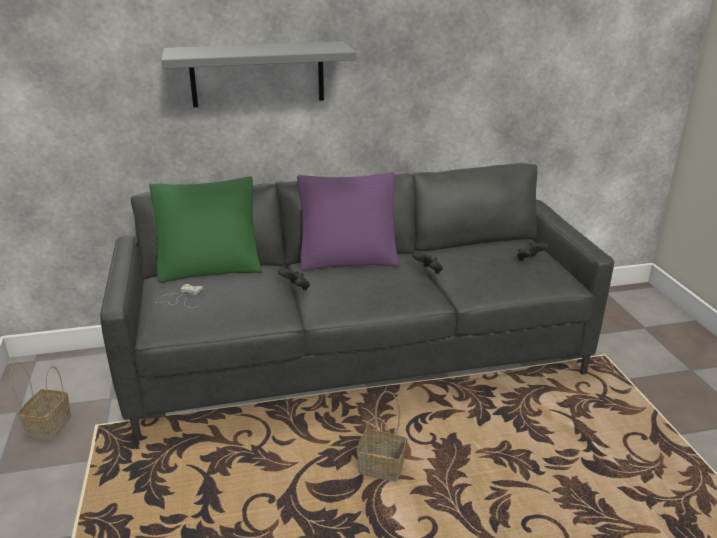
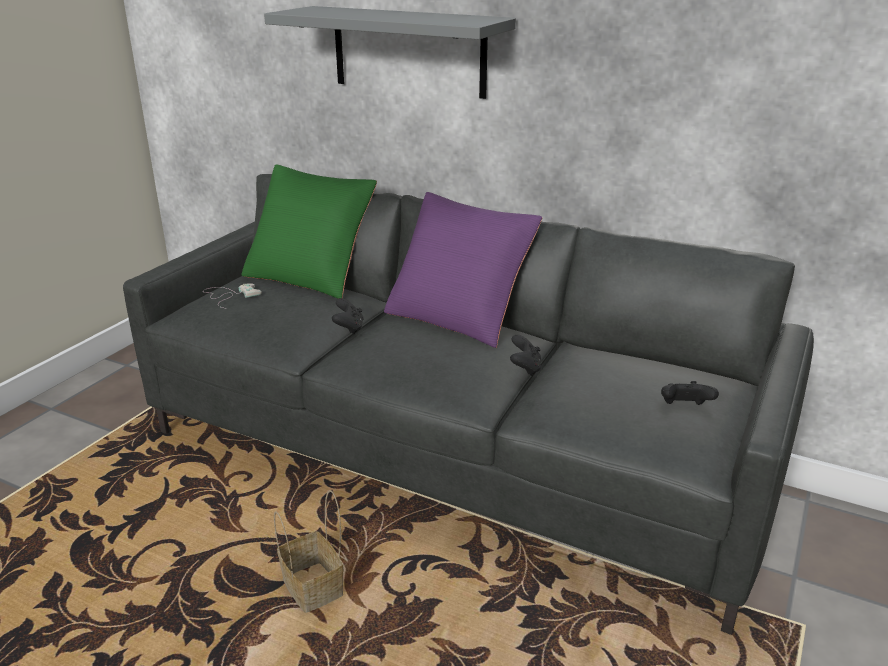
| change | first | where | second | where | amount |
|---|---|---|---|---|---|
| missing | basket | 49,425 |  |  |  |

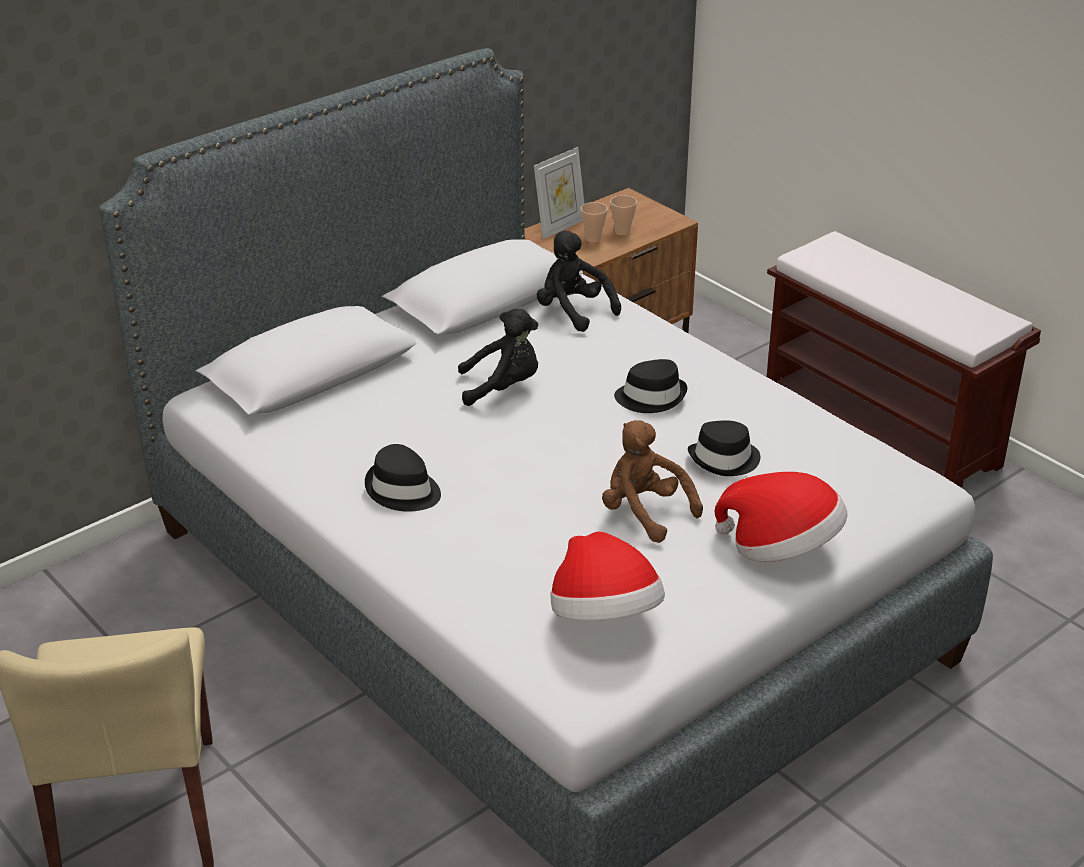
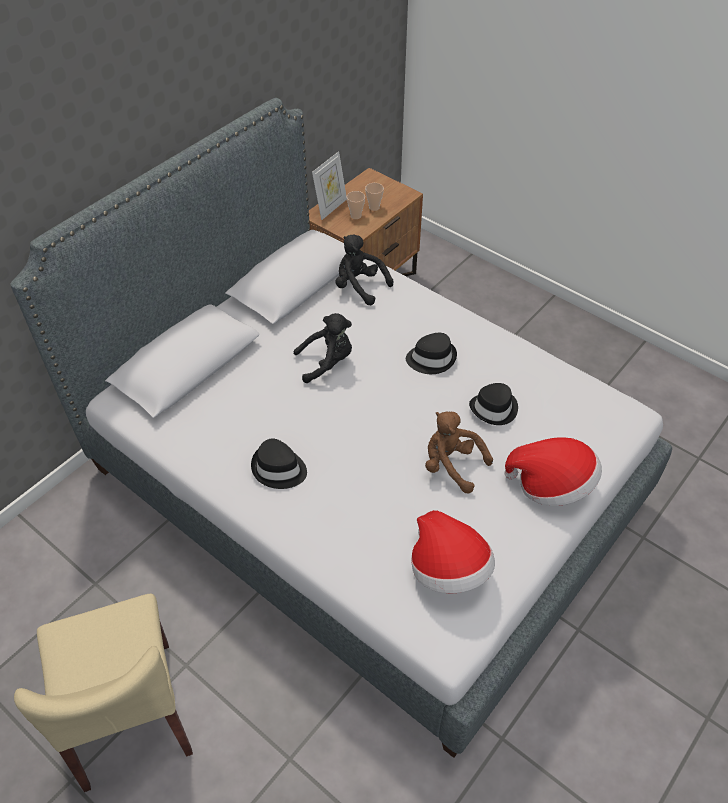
| change | first | where | second | where | amount |
|---|---|---|---|---|---|
| missing | brown_bench | 882,431 |  |  |  |

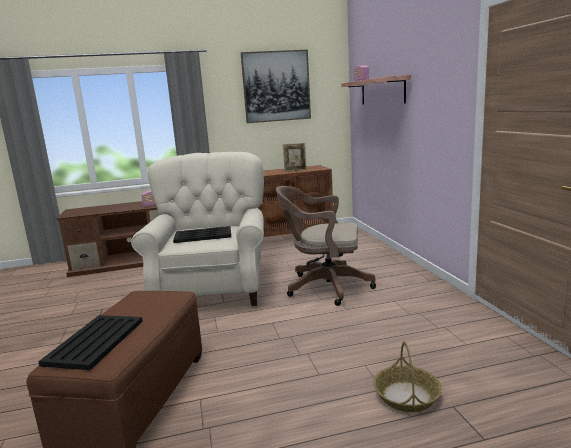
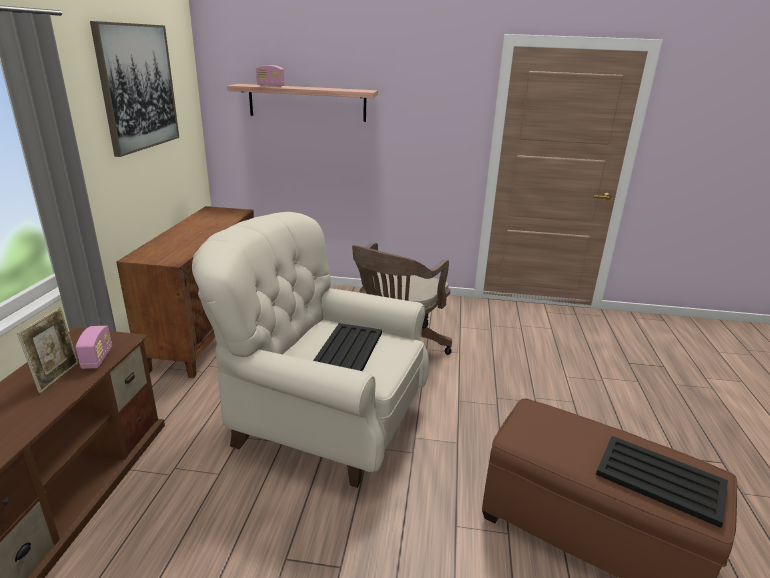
| change | first | where | second | where | amount |
|---|---|---|---|---|---|
| relocated | picture_frame | 295,170 |  | 57,376 |  |
| missing | basket | 407,396 |  |  |  |

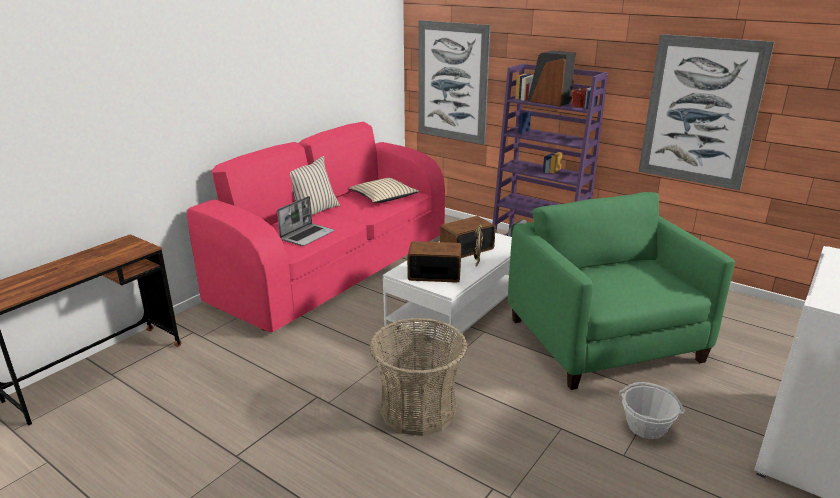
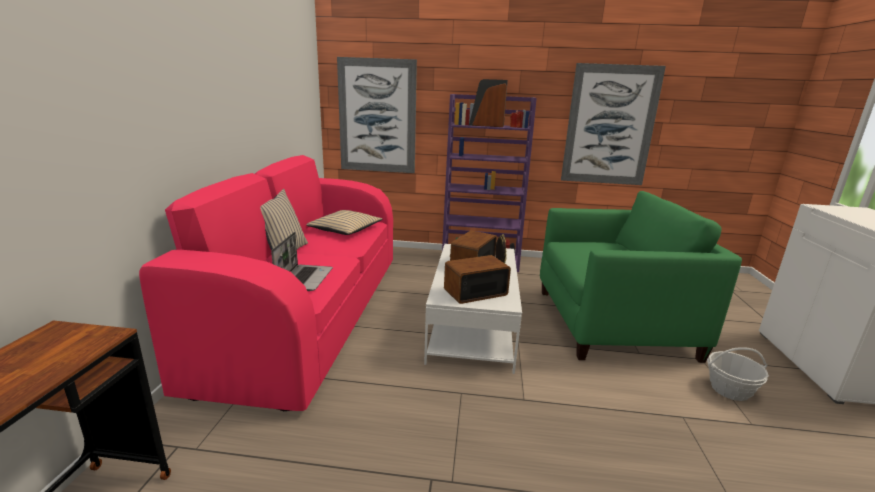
| change | first | where | second | where | amount |
|---|---|---|---|---|---|
| spun | green_armchair | 604,340 |  | 611,323 | 135 degrees clockwise |
| missing | basket | 418,409 |  |  |  |

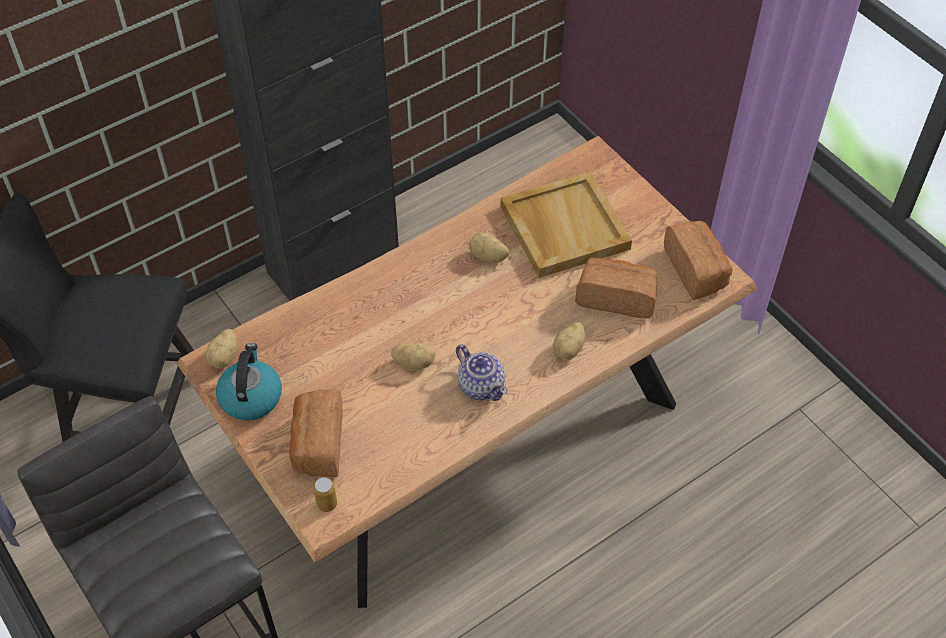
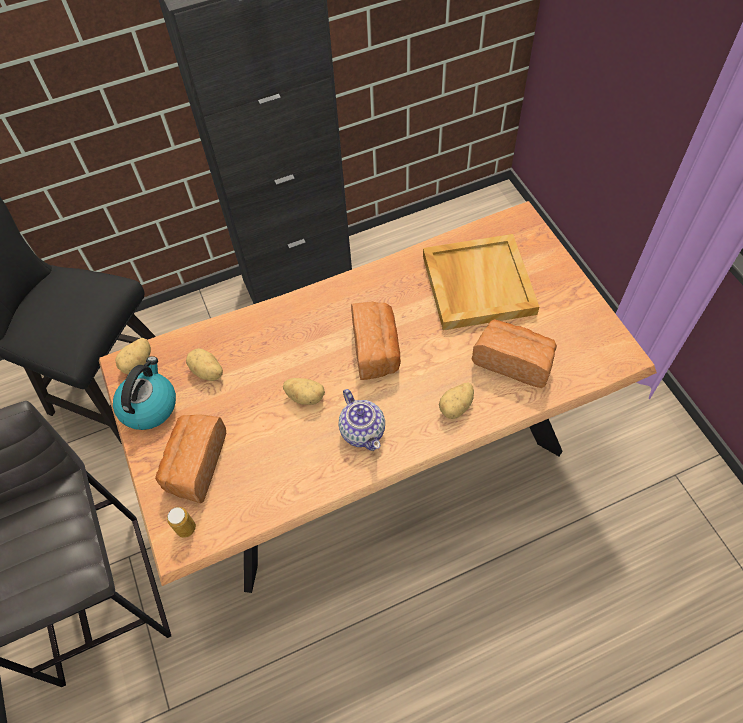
| change | first | where | second | where | amount |
|---|---|---|---|---|---|
| relocated | potato | 488,257 |  | 207,372 |  |
| relocated | bread | 696,270 |  | 376,349 |  |

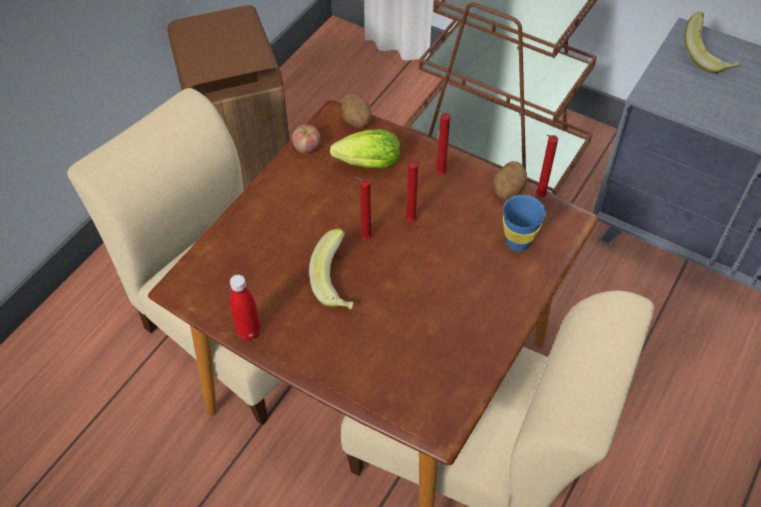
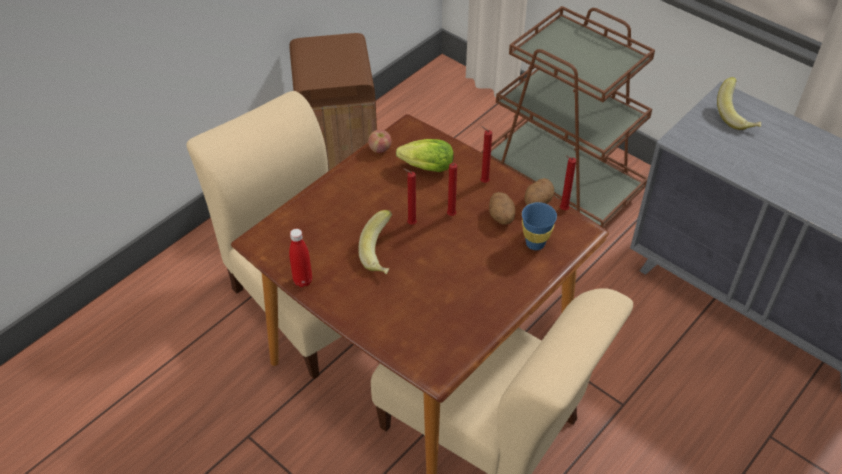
| change | first | where | second | where | amount |
|---|---|---|---|---|---|
| relocated | potato | 357,121 |  | 501,217 |  |

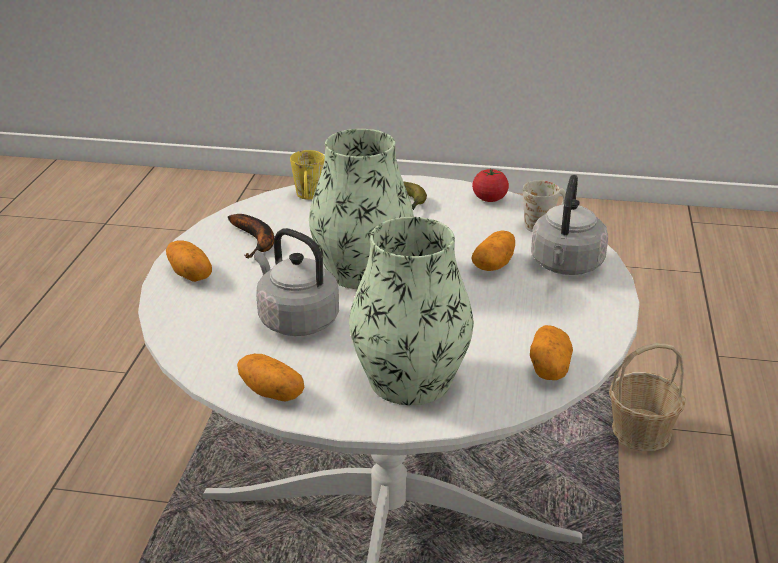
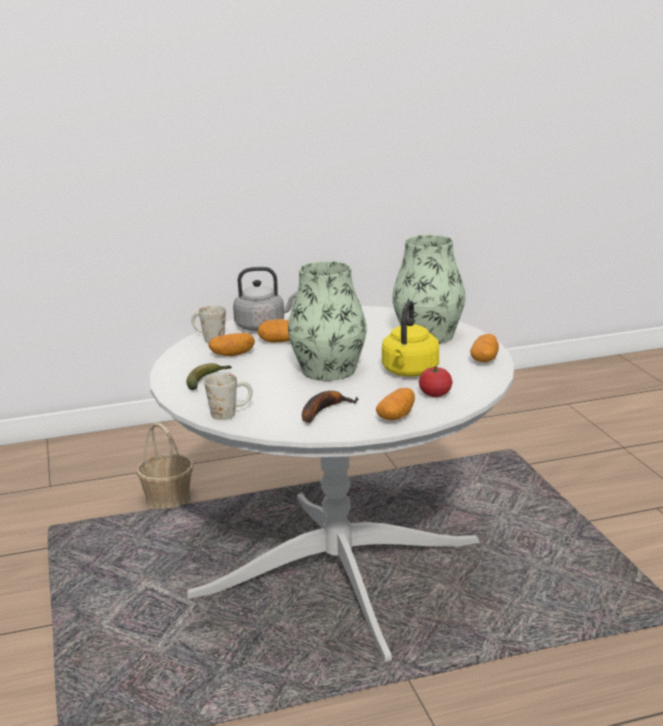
| change | first | where | second | where | amount |
|---|---|---|---|---|---|
| colour | yellow_mug | 308,198 | white_mug | 230,413 |  |
| relocated | potato | 549,368 |  | 232,354 |  |
| colour | grey_kettle | 295,319 | yellow_kettle | 409,372 |  |
| relocated | tomato | 489,199 |  | 435,394 |  |

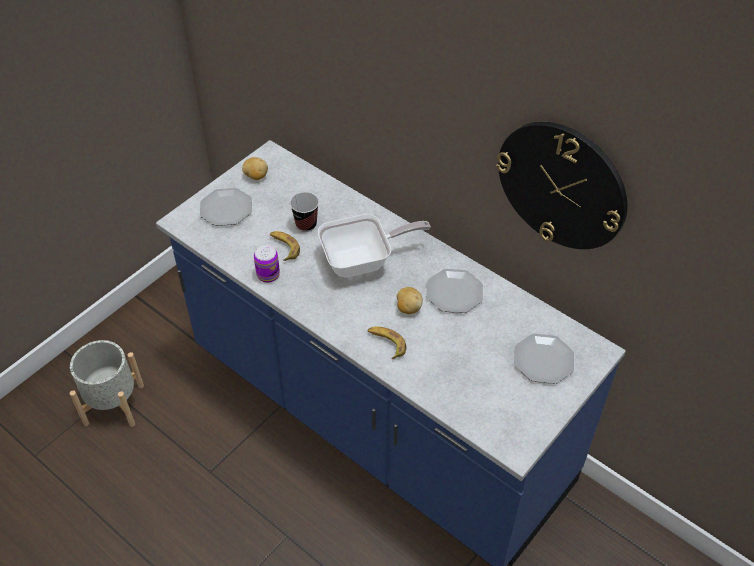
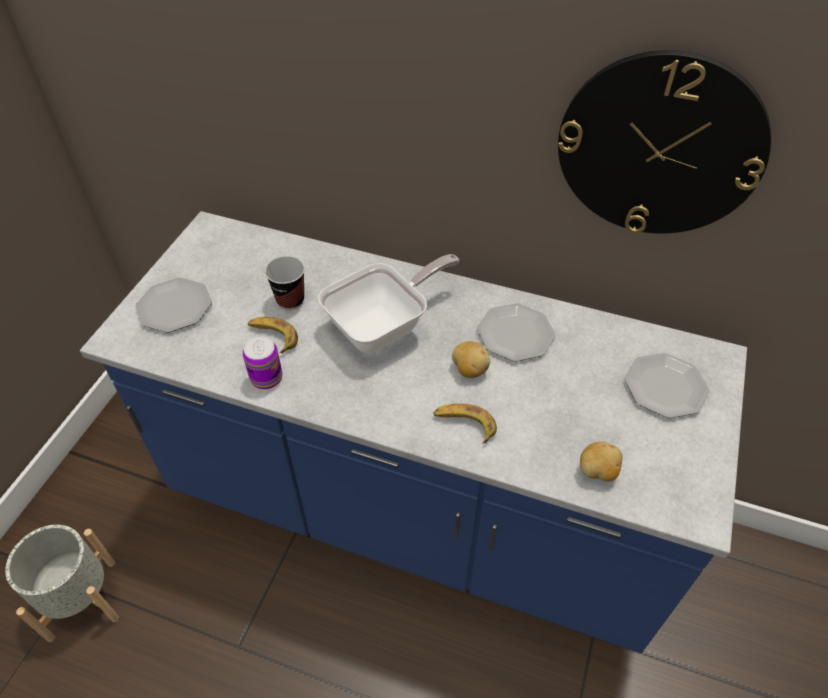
| change | first | where | second | where | amount |
|---|---|---|---|---|---|
| relocated | potato | 256,176 |  | 597,471 |  |

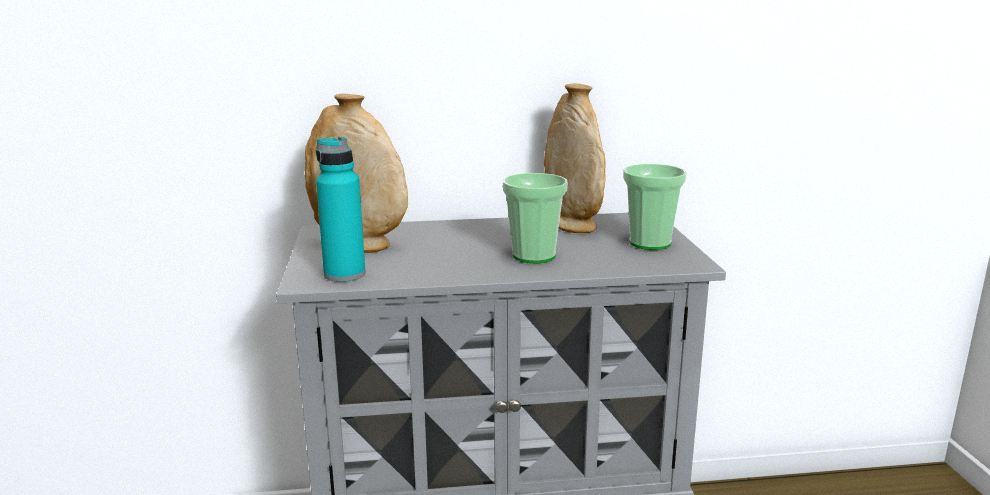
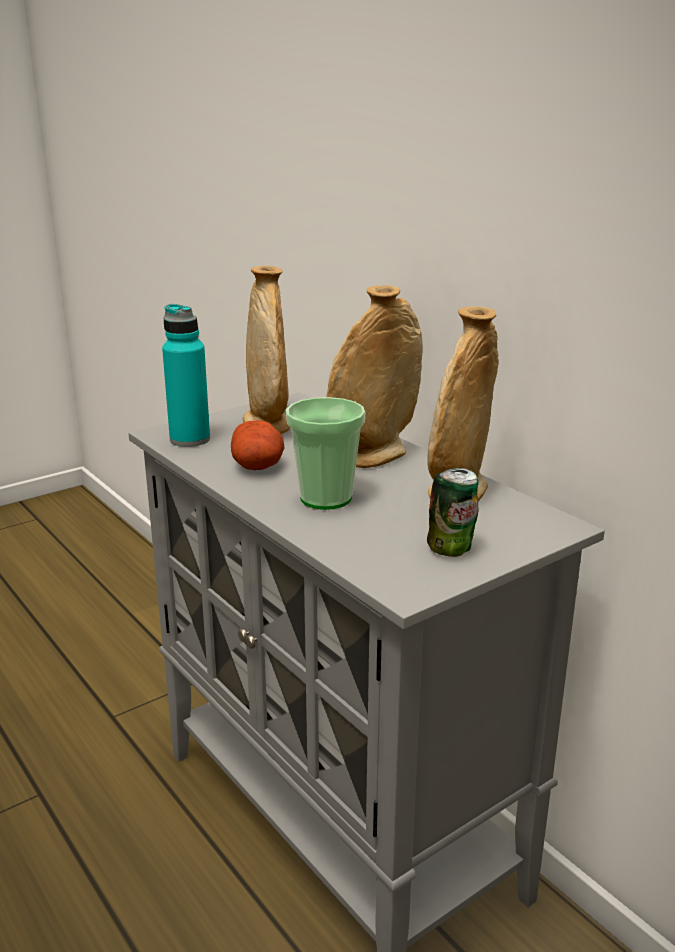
| change | first | where | second | where | amount |
|---|---|---|---|---|---|
| appeared |  |  | potato | 258,466 |  |
| appeared |  |  | beige_vase | 373,456 |  |
| exchanged | cup | 650,243 | can | 452,549 |  |

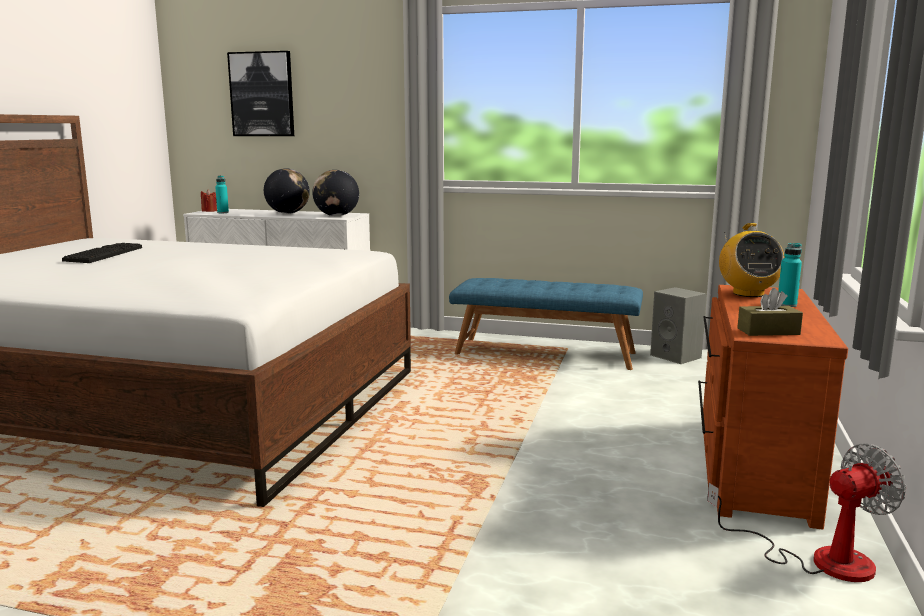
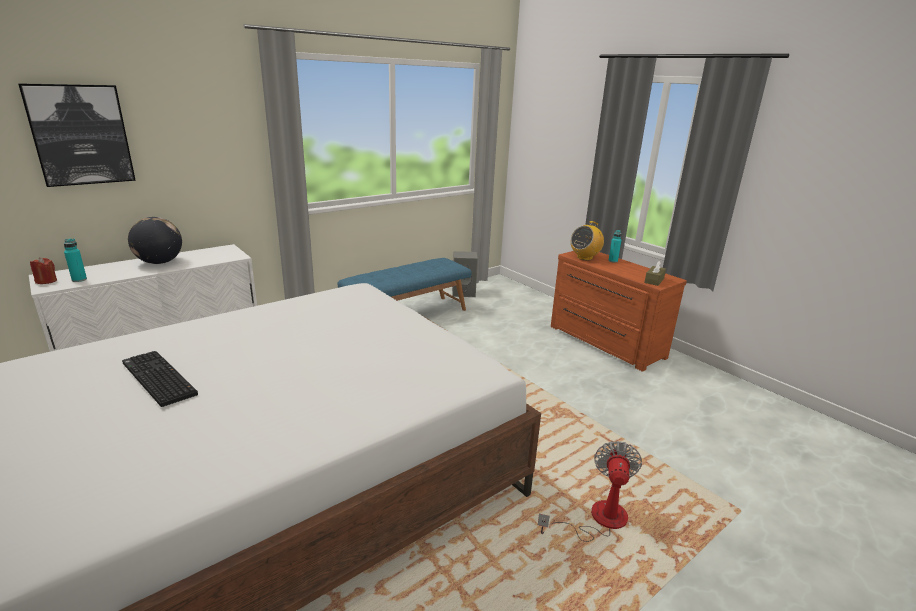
| change | first | where | second | where | amount |
|---|---|---|---|---|---|
| relocated | fan | 819,559 |  | 597,520 |  |
| spun | radio | 748,293 |  | 584,257 | 105 degrees clockwise |
| missing | globe | 336,216 |  |  |  |

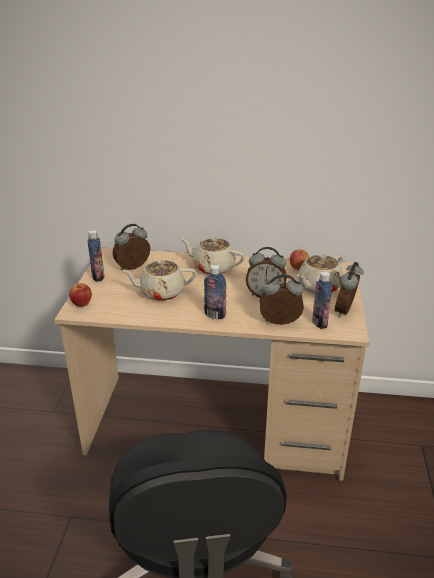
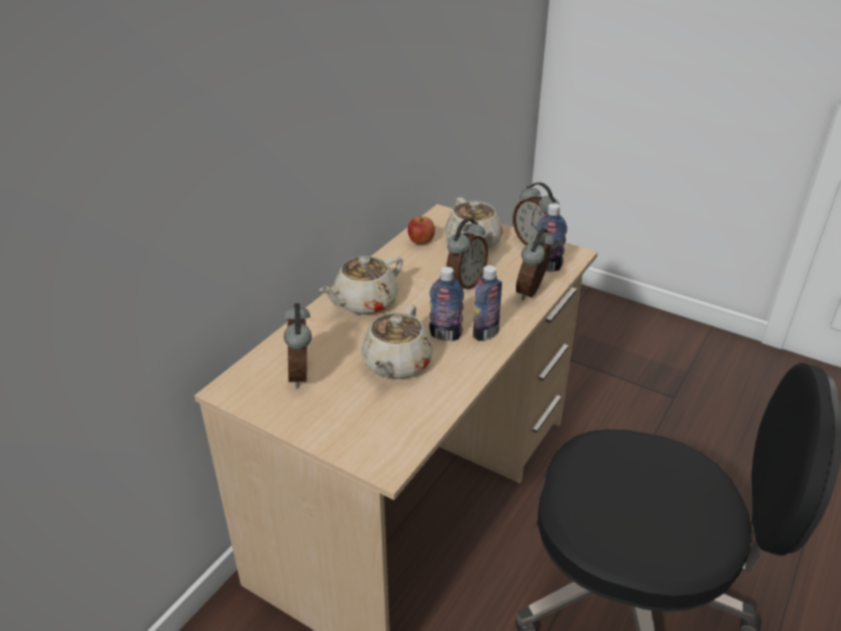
| change | first | where | second | where | amount |
|---|---|---|---|---|---|
| relocated | bottle | 98,277 |  | 445,335 |  |
| missing | apple | 82,304 |  |  |  |

